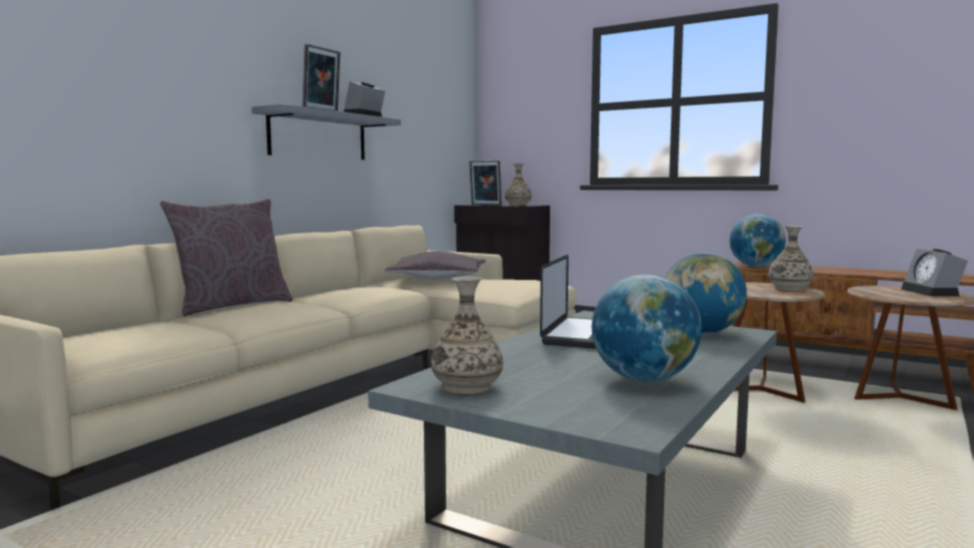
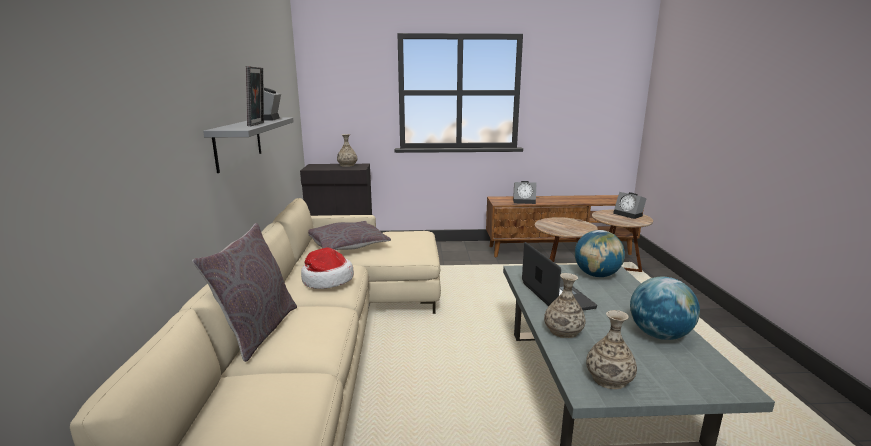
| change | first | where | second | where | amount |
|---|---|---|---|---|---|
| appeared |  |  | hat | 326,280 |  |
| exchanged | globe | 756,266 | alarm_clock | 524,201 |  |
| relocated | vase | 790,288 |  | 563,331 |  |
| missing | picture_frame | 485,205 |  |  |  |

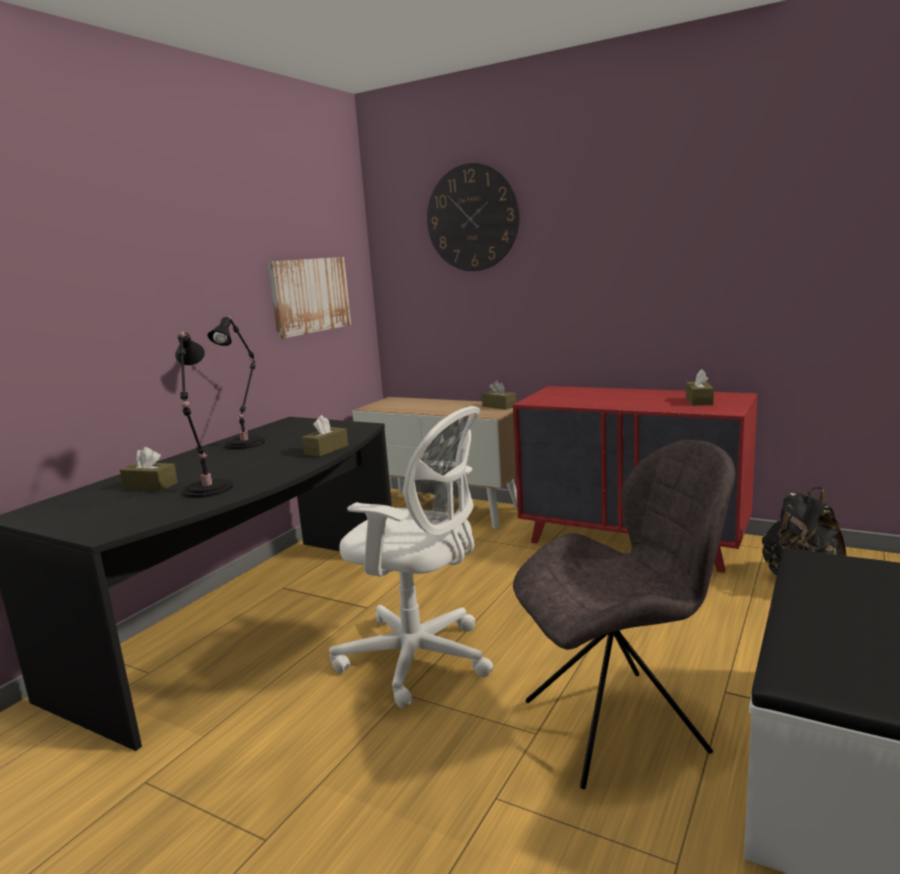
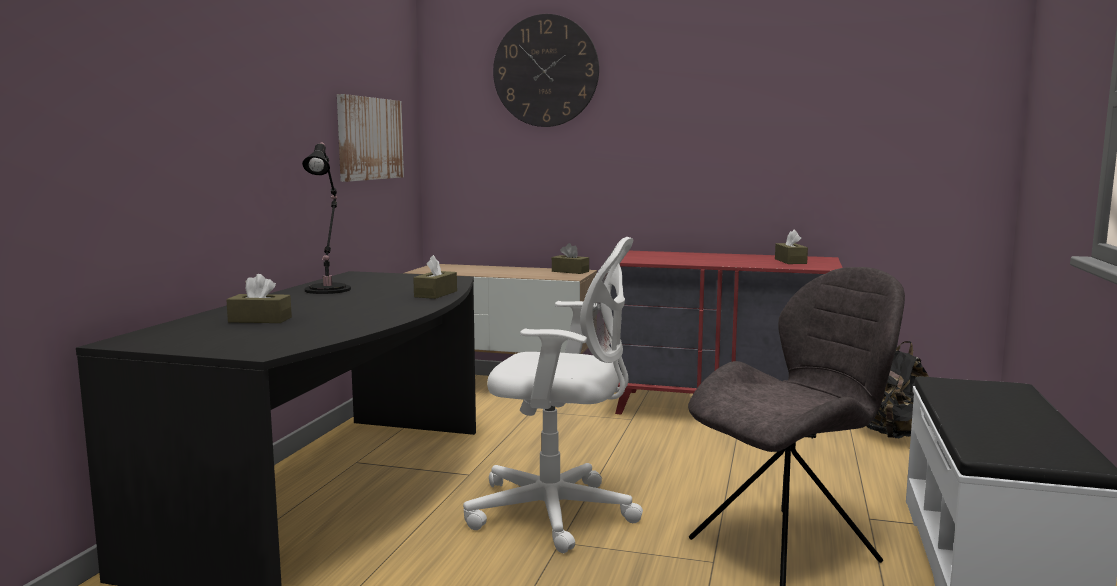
| change | first | where | second | where | amount |
|---|---|---|---|---|---|
| missing | black_table_lamp | 207,490 |  |  |  |

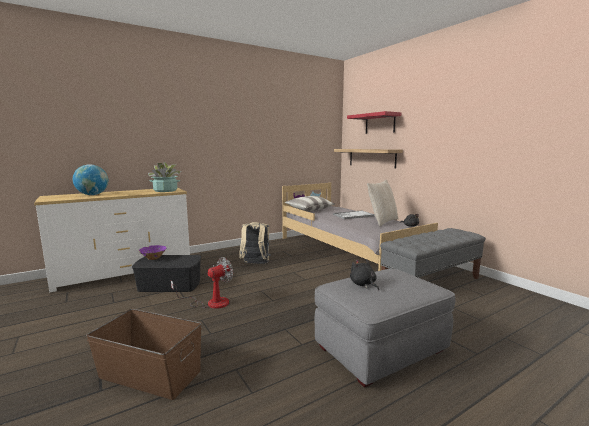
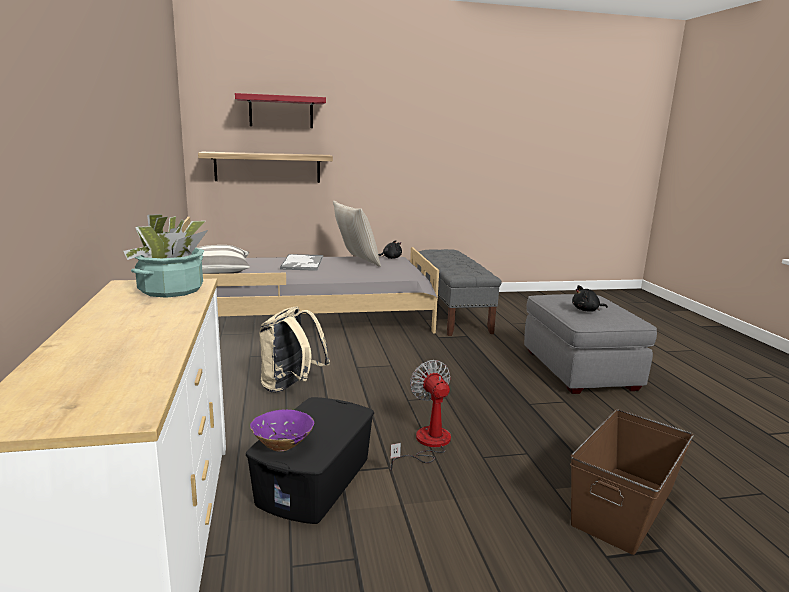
| change | first | where | second | where | amount |
|---|---|---|---|---|---|
| missing | globe | 92,195 |  |  |  |

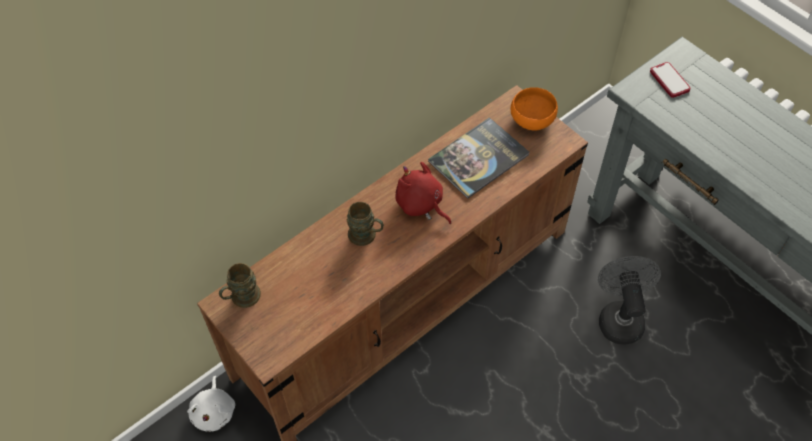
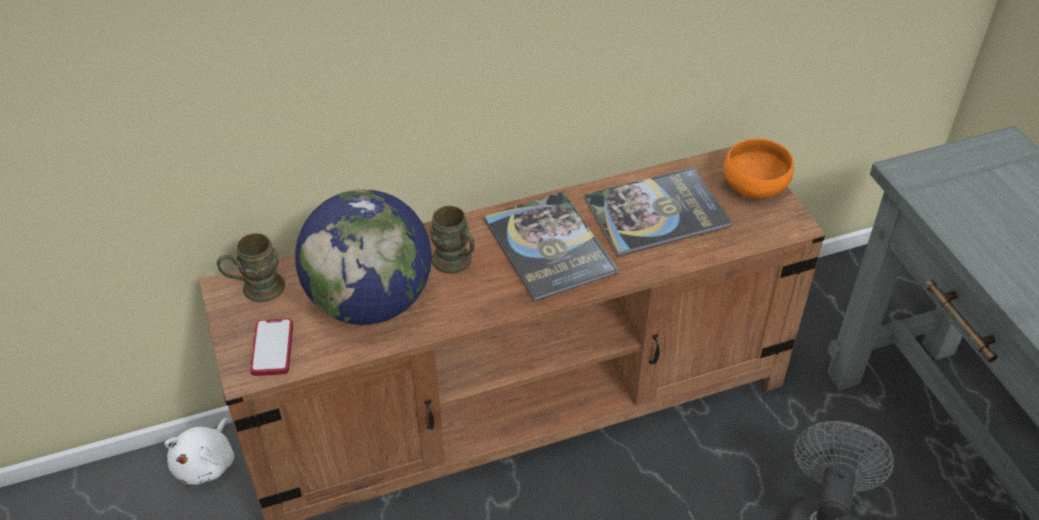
| change | first | where | second | where | amount |
|---|---|---|---|---|---|
| relocated | phone | 669,81 |  | 272,348 |  |
| appeared |  |  | globe | 370,302 |  |
| exchanged | red_plush_toy | 421,205 | book | 549,247 |  |

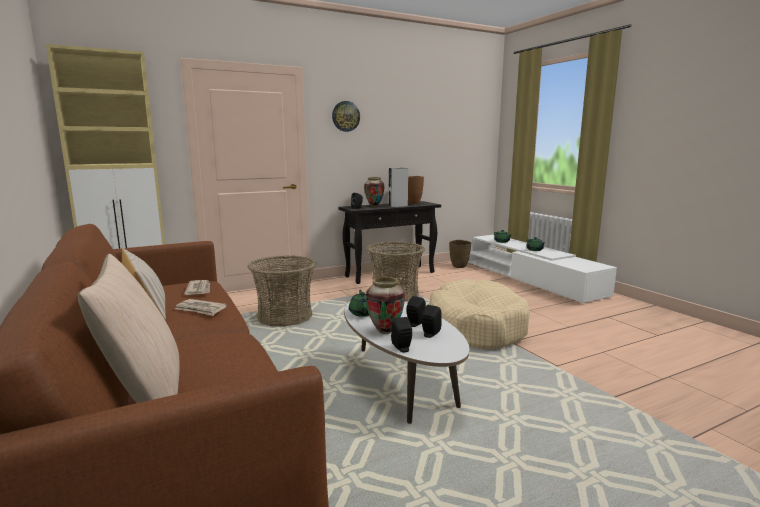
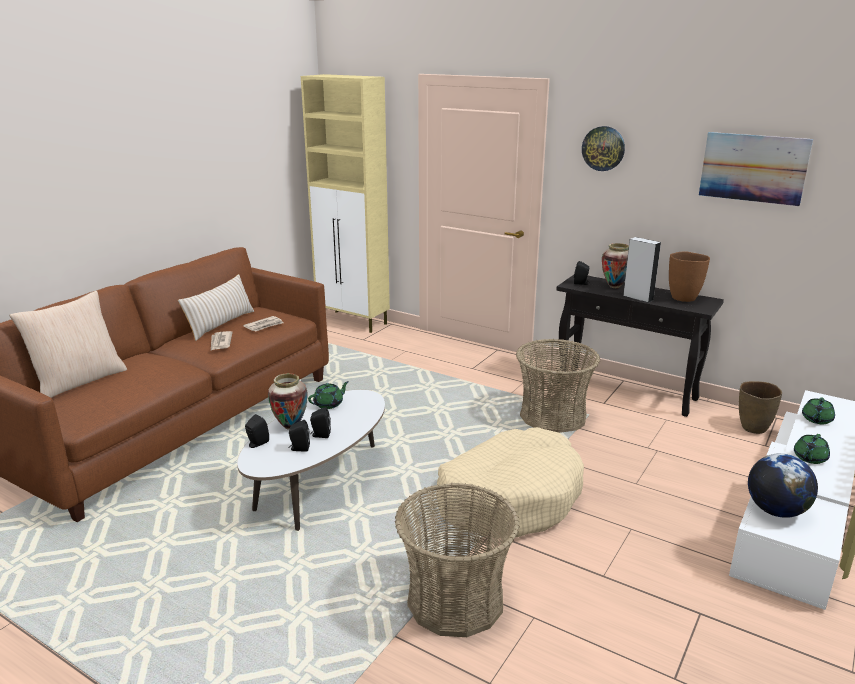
| change | first | where | second | where | amount |
|---|---|---|---|---|---|
| relocated | basket | 284,317 |  | 455,600 |  |
| appeared |  |  | picture | 753,168 |  |
| appeared |  |  | globe | 775,511 |  |

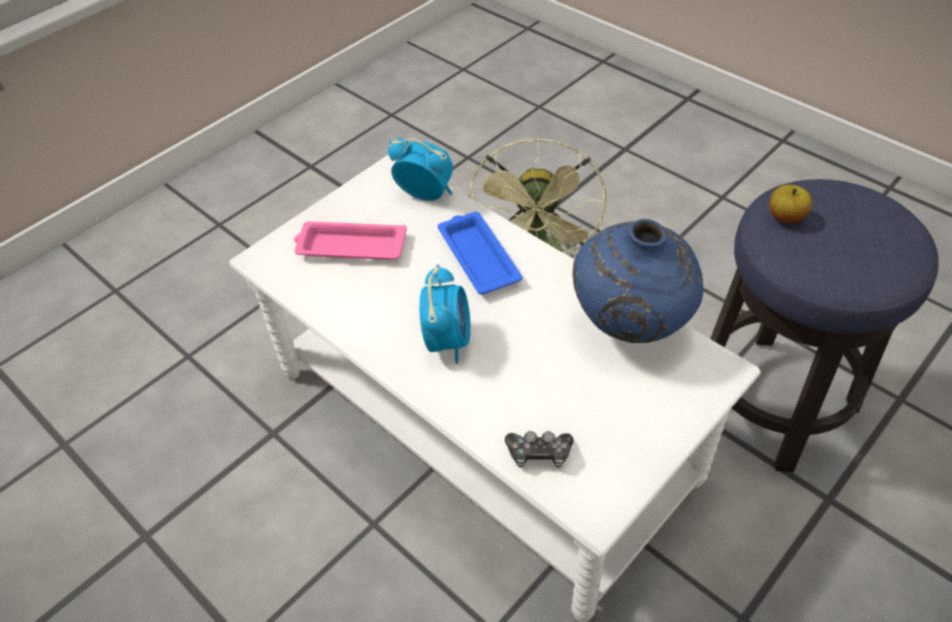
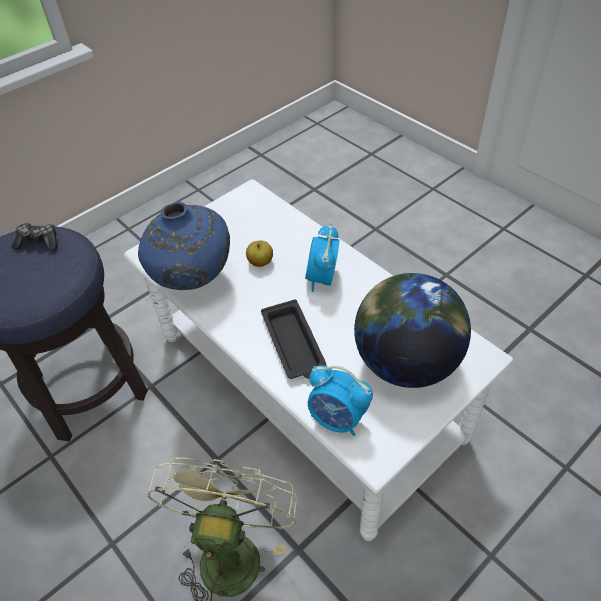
| change | first | where | second | where | amount |
|---|---|---|---|---|---|
| relocated | game_controller | 539,454 |  | 39,242 |  |
| relocated | apple | 785,217 |  | 260,262 |  |
| colour | blue_tray | 477,256 | black_tray | 293,344 |  |
| exchanged | pink_tray | 350,247 | globe | 405,362 |  |

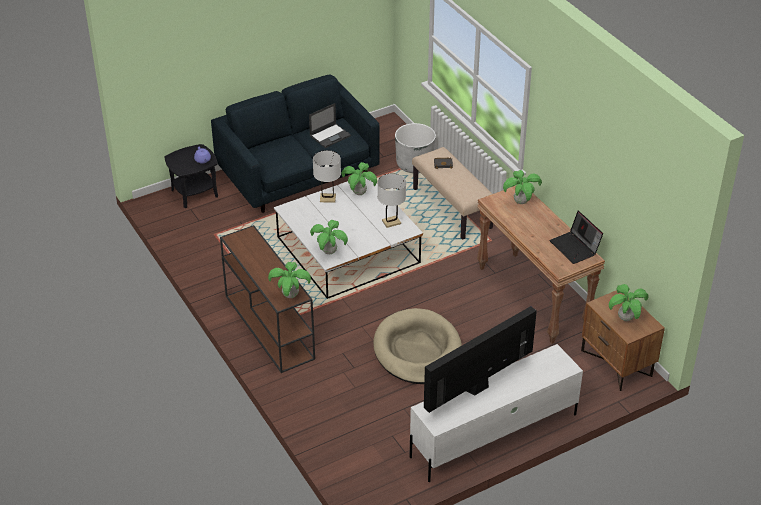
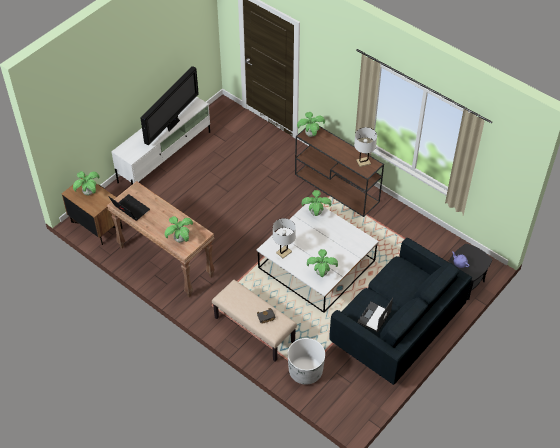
| change | first | where | second | where | amount |
|---|---|---|---|---|---|
| relocated | white_table_lamp | 327,198 |  | 363,162 |  |
| missing | beige_dog_bed | 417,350 |  |  |  |

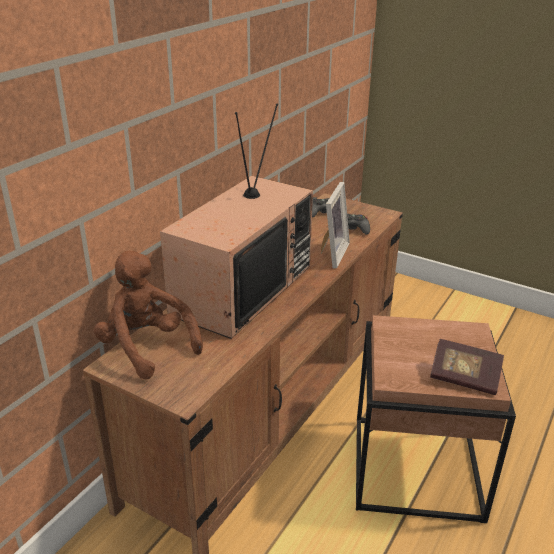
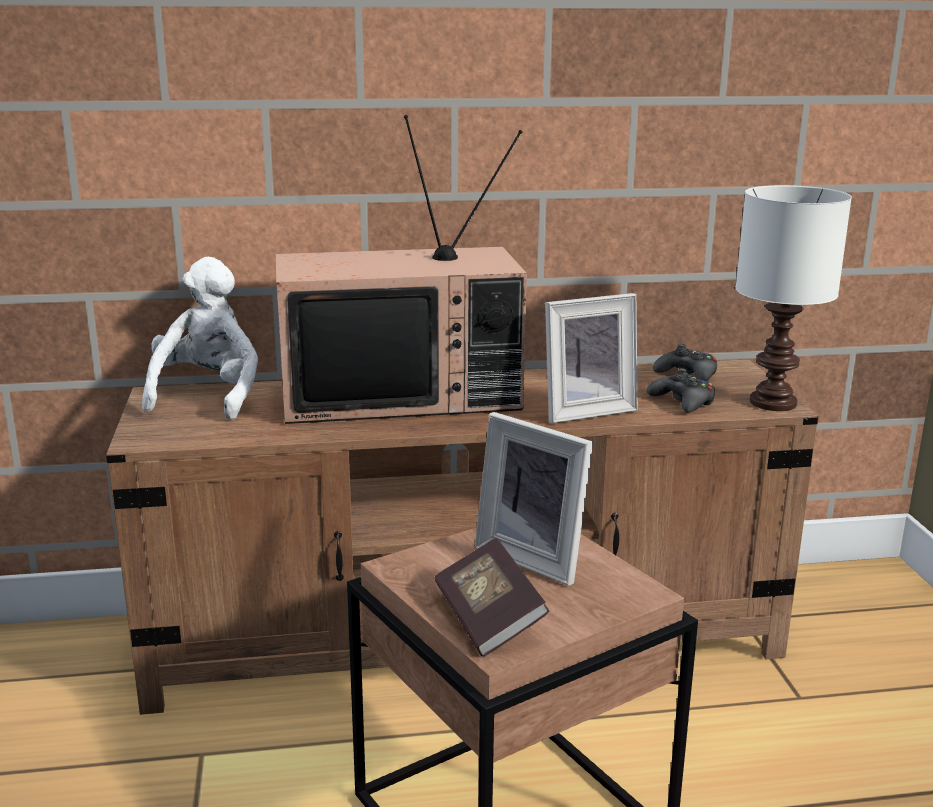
| change | first | where | second | where | amount |
|---|---|---|---|---|---|
| colour | brown_plush_toy | 146,347 | white_plush_toy | 208,396 |  |
| appeared |  |  | picture_frame | 535,557 |  |
| appeared |  |  | white_table_lamp | 771,402 |  |

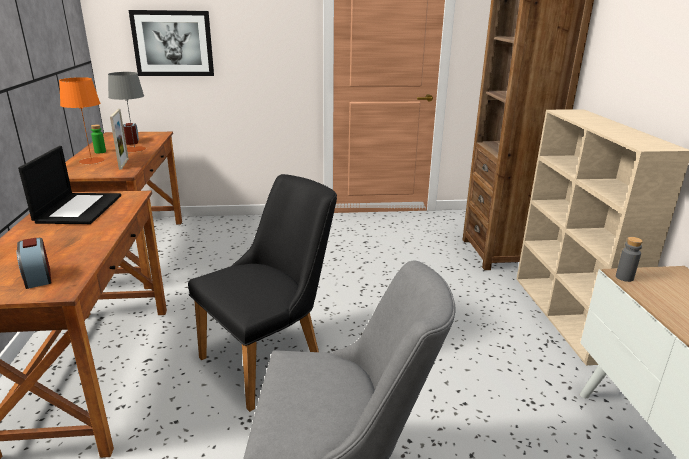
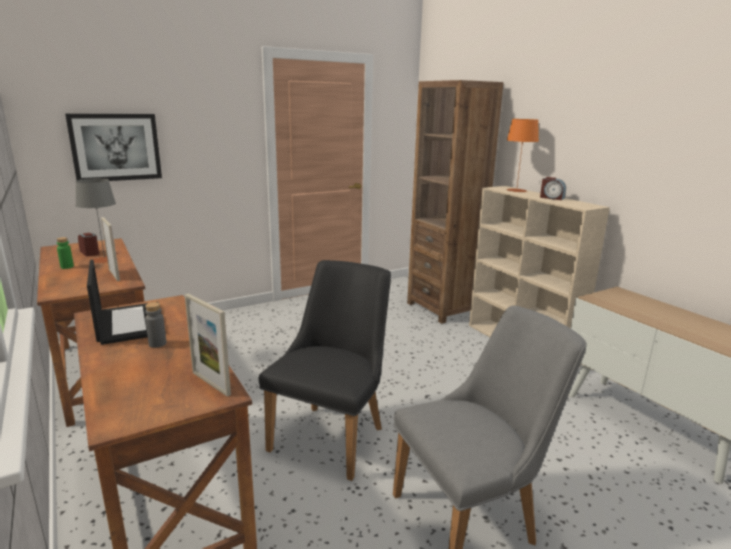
| change | first | where | second | where | amount |
|---|---|---|---|---|---|
| relocated | grey_bottle | 624,277 |  | 157,344 |  |
| appeared |  |  | picture_frame | 211,383 |  |
| relocated | orange_table_lamp | 91,161 |  | 516,190 |  |
| relocated | alarm_clock | 37,277 |  | 551,198 |  |

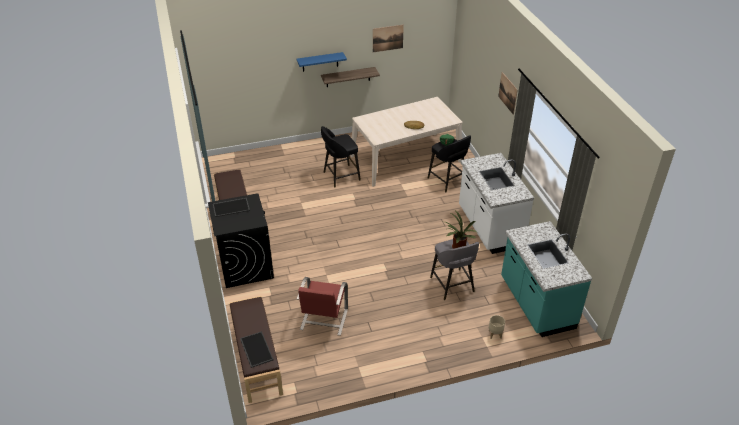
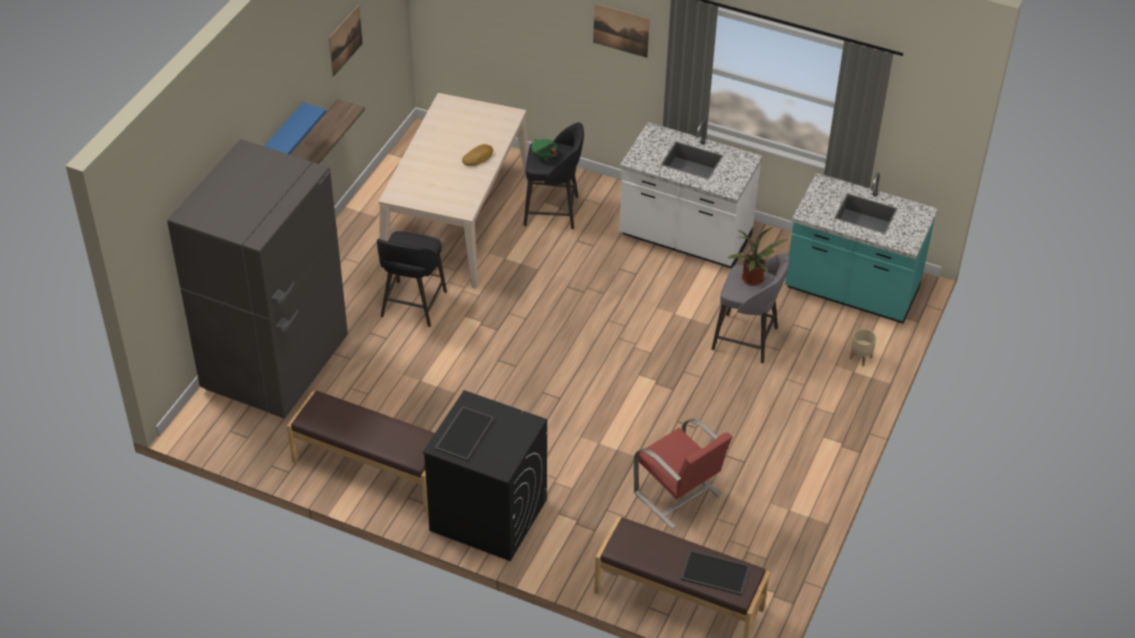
| change | first | where | second | where | amount |
|---|---|---|---|---|---|
| appeared |  |  | grey_fridge | 276,365 |  |

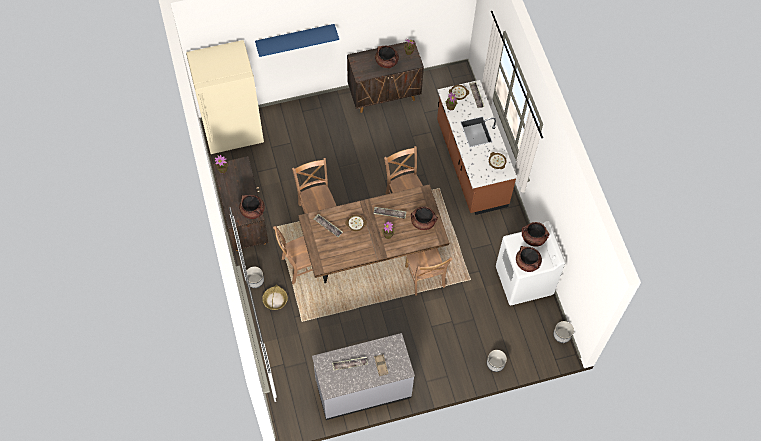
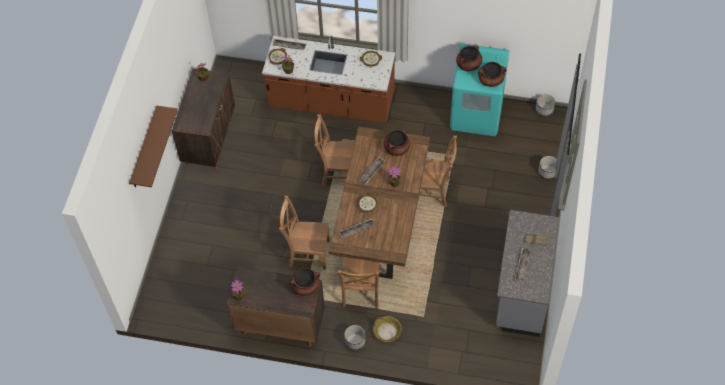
| change | first | where | second | where | amount |
|---|---|---|---|---|---|
| colour | blue_shelf | 295,37 | brown_shelf | 144,149 |  |
| colour | white_washing_machine | 524,281 | turquoise_washing_machine | 476,114 |  |
| missing | beige_fridge | 233,133 |  |  |  |
| missing | brown_cooking_pot | 386,62 |  |  |  |

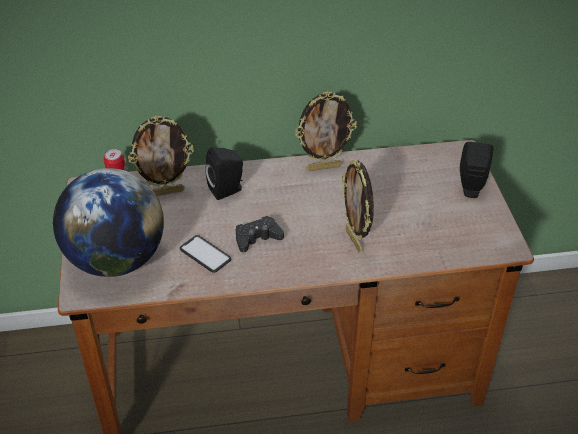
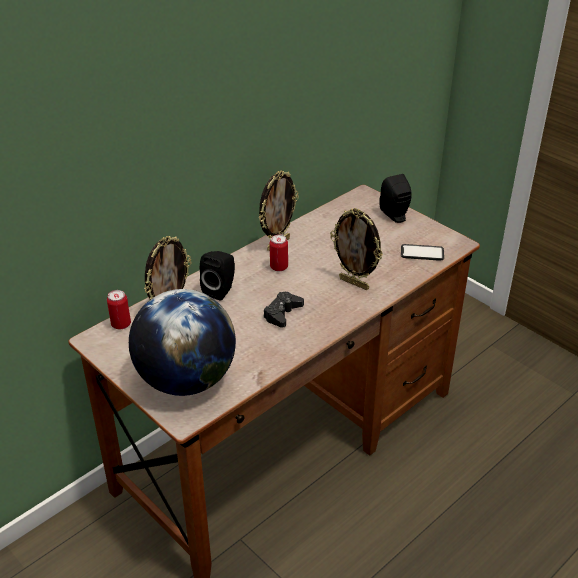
| change | first | where | second | where | amount |
|---|---|---|---|---|---|
| appeared |  |  | can | 279,267 |  |
| relocated | phone | 205,254 |  | 422,253 |  |

